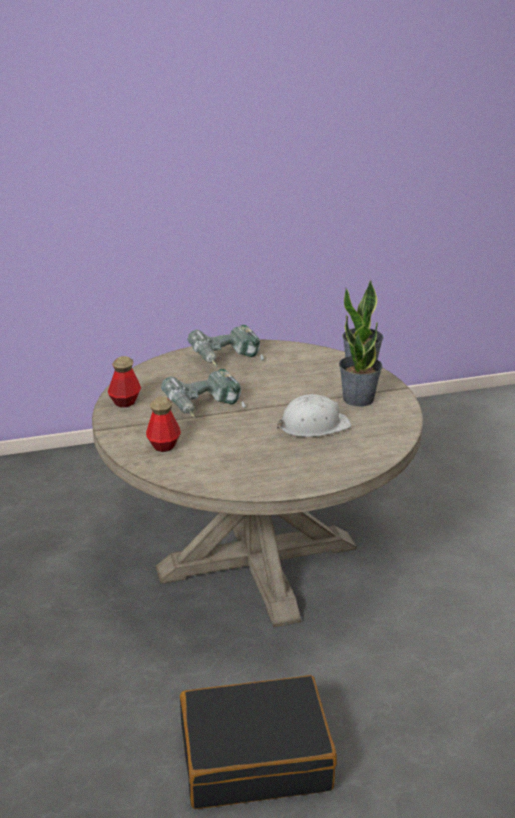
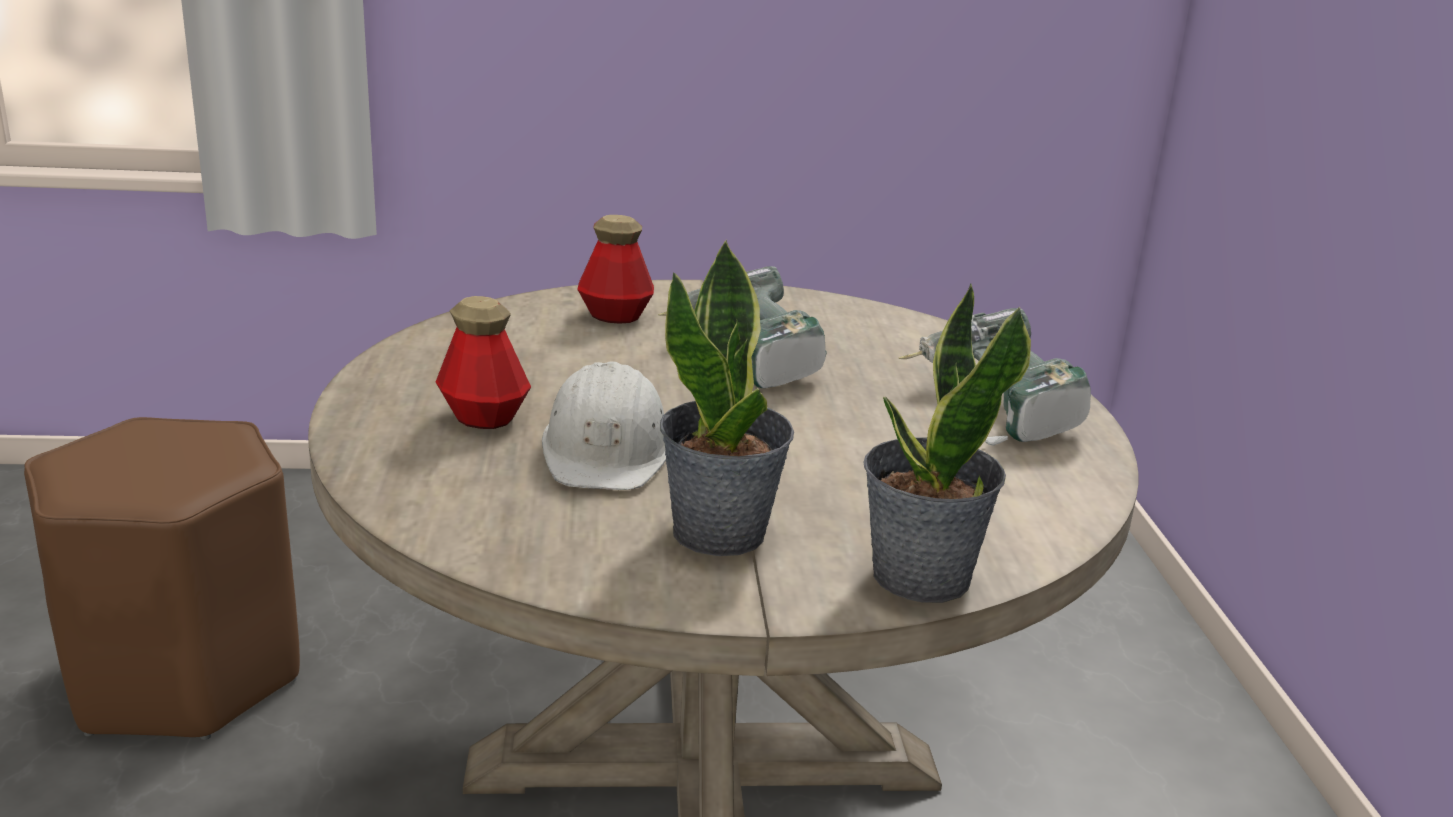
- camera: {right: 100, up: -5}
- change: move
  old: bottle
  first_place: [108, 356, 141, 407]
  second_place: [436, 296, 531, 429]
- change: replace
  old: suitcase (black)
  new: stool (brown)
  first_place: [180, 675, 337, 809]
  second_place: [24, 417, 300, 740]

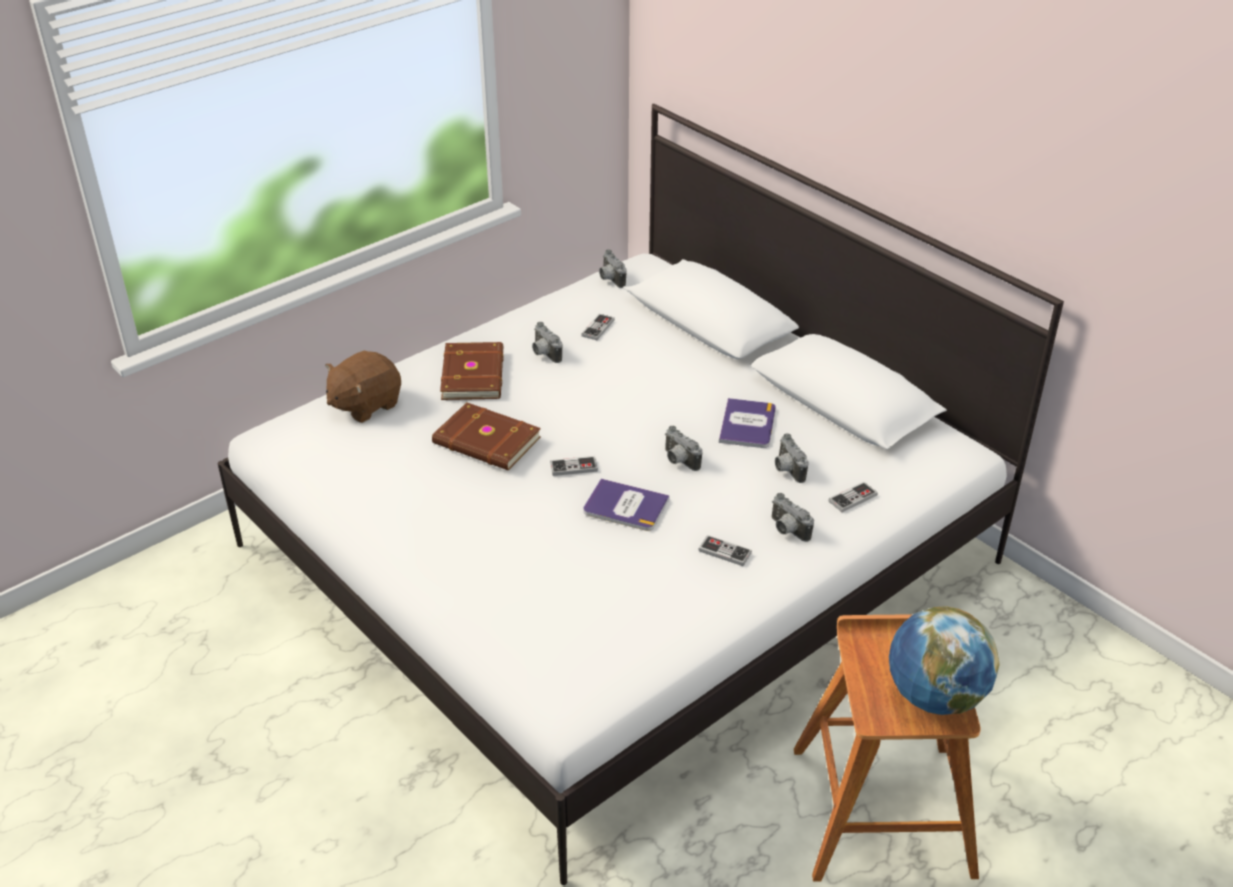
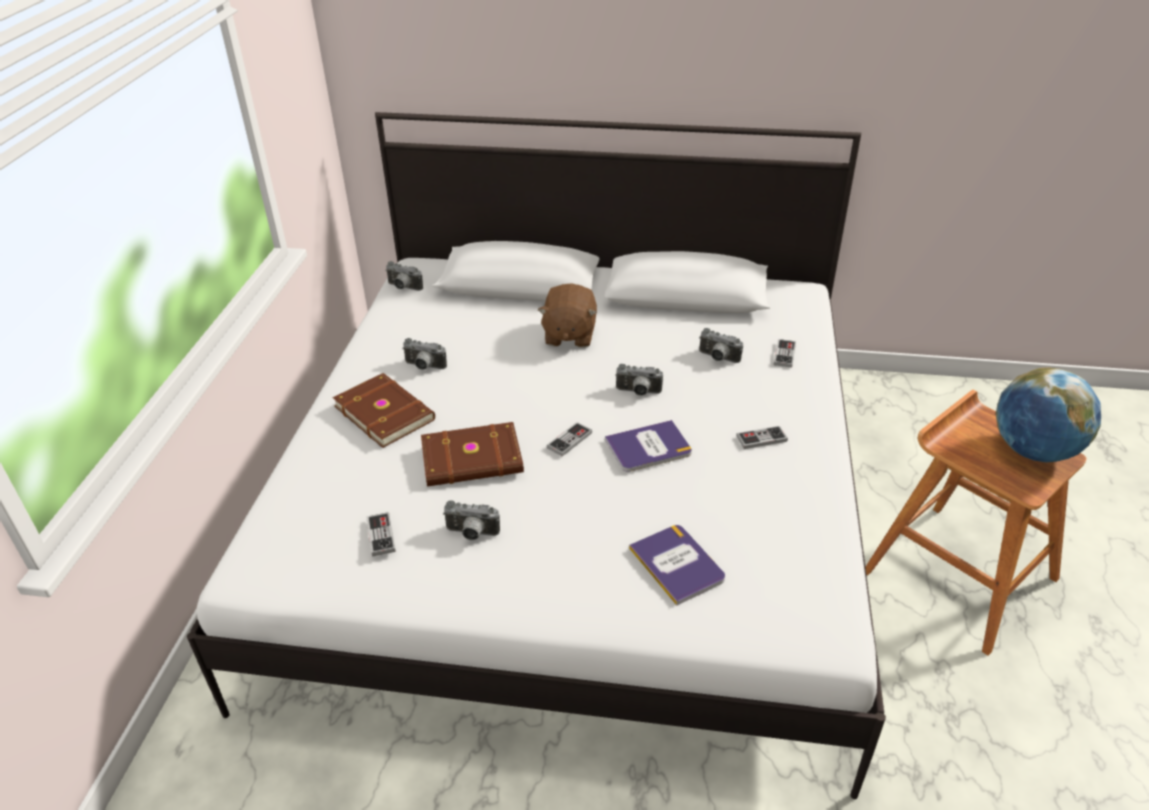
- camera: {right: -40, up: 0}
- change: move
  old: plush toy (brown)
  first_place: [325, 351, 401, 423]
  second_place: [538, 283, 597, 347]
- change: move
  old: game controller
  first_place: [581, 314, 614, 340]
  second_place: [366, 512, 395, 557]
- change: move
  old: book
  first_place: [719, 398, 776, 448]
  second_place: [629, 525, 725, 605]
- change: move
  old: photo camera
  first_place: [772, 493, 814, 542]
  second_place: [443, 500, 500, 540]

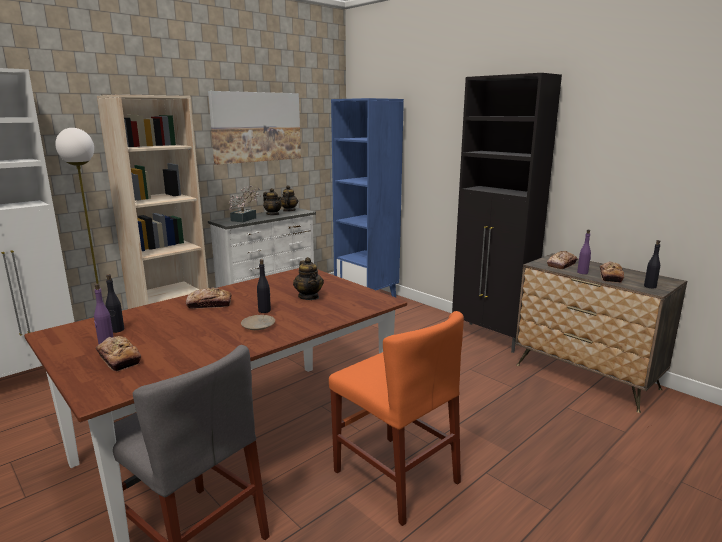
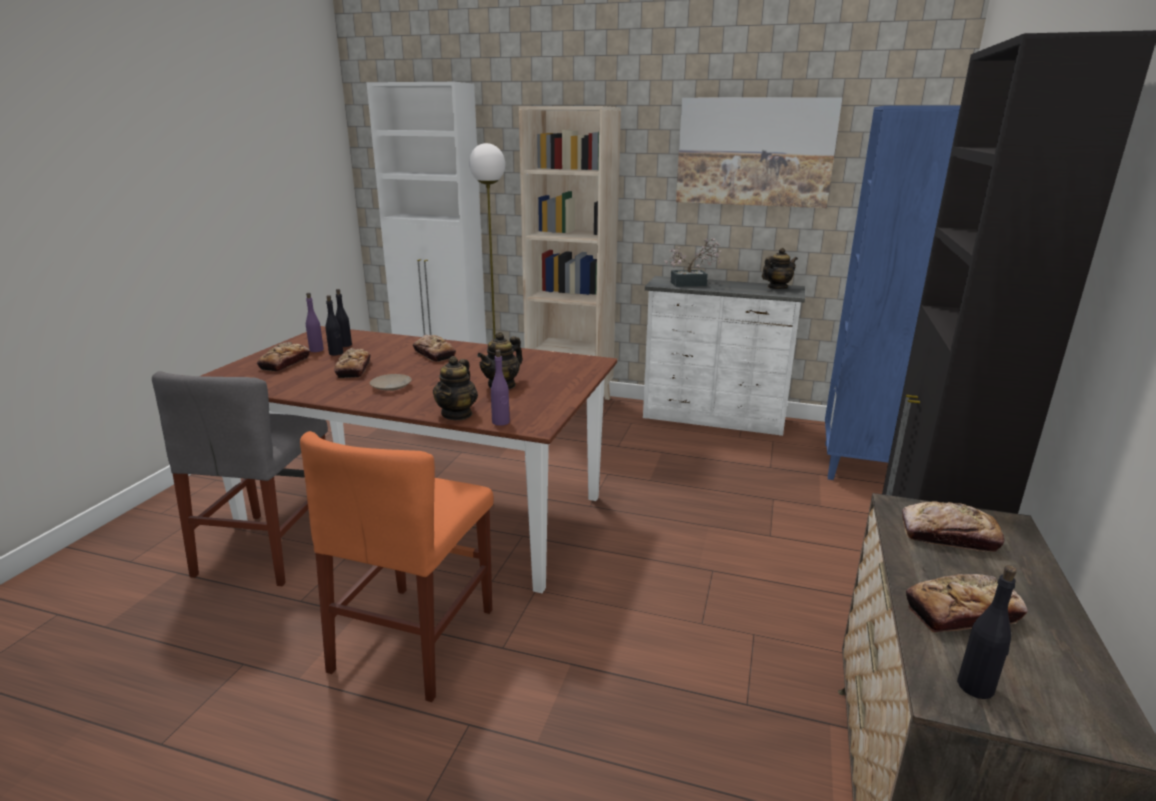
- camera: {right: 60, up: 5}
- change: insert
  new: bread
  second_place: [334, 347, 371, 379]
- change: move
  old: bottle (black)
  first_place: [257, 259, 271, 313]
  second_place: [325, 295, 343, 355]
- change: move
  old: teapot
  first_place: [263, 188, 282, 215]
  second_place: [433, 356, 478, 420]
- change: move
  old: bottle (purple)
  first_place: [577, 230, 591, 274]
  second_place: [491, 350, 510, 426]

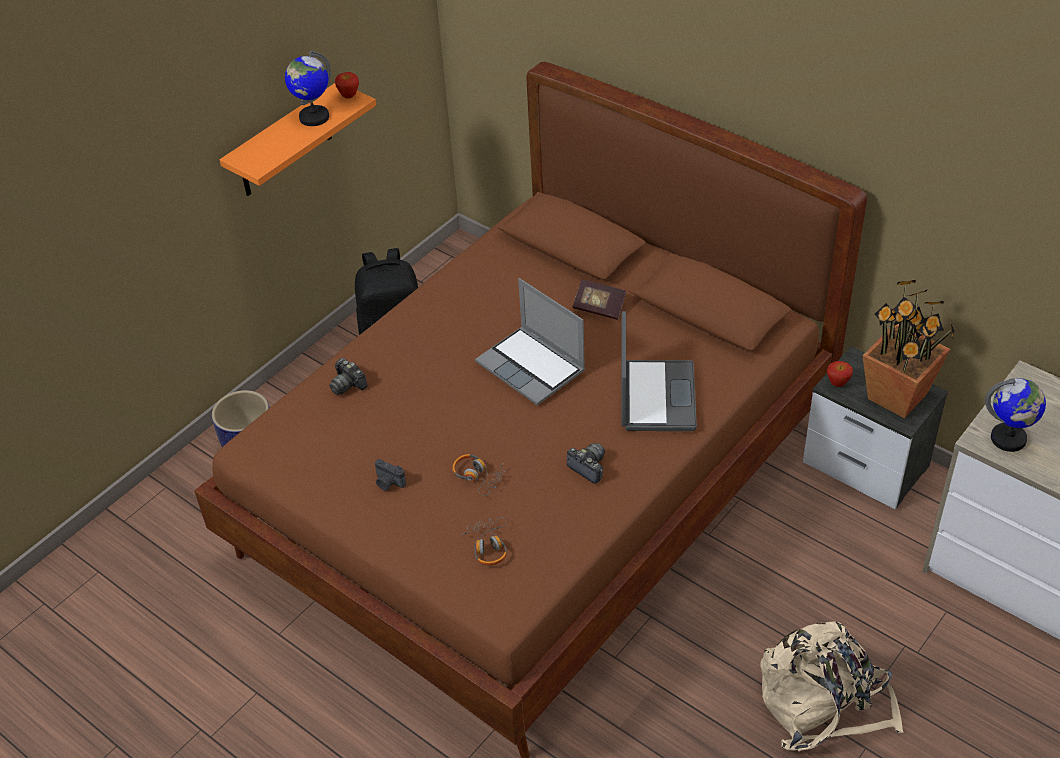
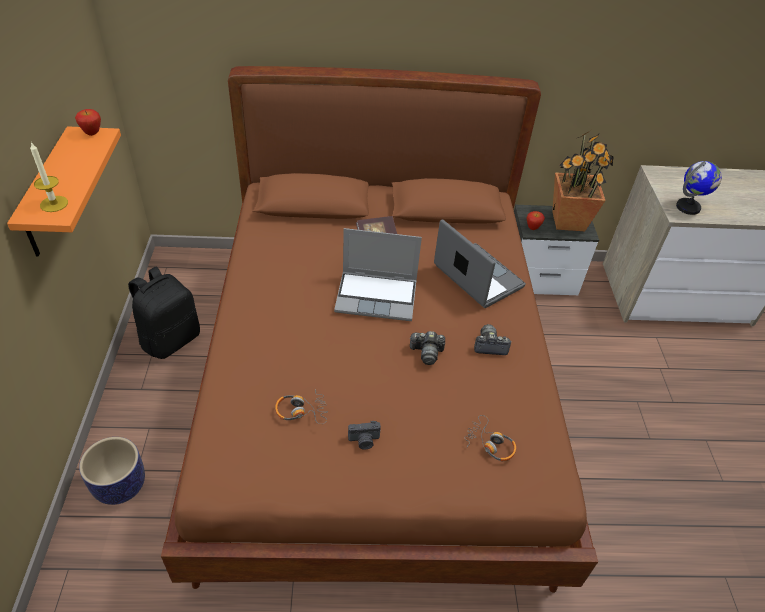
- camera: {right: -45, up: 0}
- change: delete
  old: globe
  first_place: [285, 51, 331, 126]
- change: delete
  old: backpack (beige)
  first_place: [760, 621, 904, 751]
- change: insert
  new: candle
  second_place: [30, 142, 68, 212]
- change: move
  old: photo camera
  first_place: [329, 358, 368, 395]
  second_place: [409, 331, 445, 365]
- change: move
  old: headphones
  first_place: [452, 454, 505, 496]
  second_place: [275, 389, 328, 424]

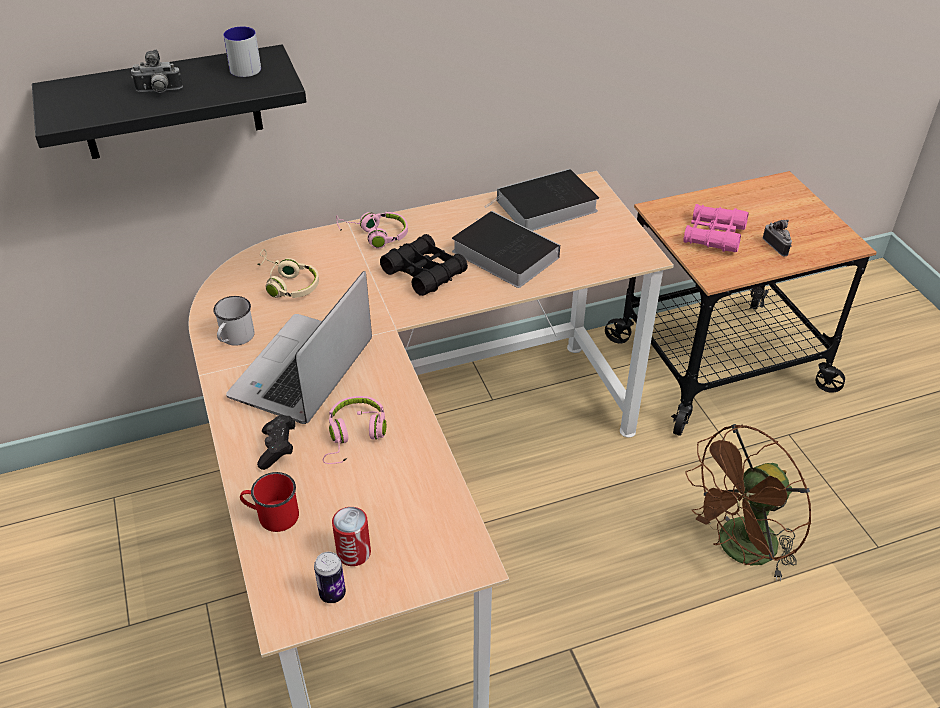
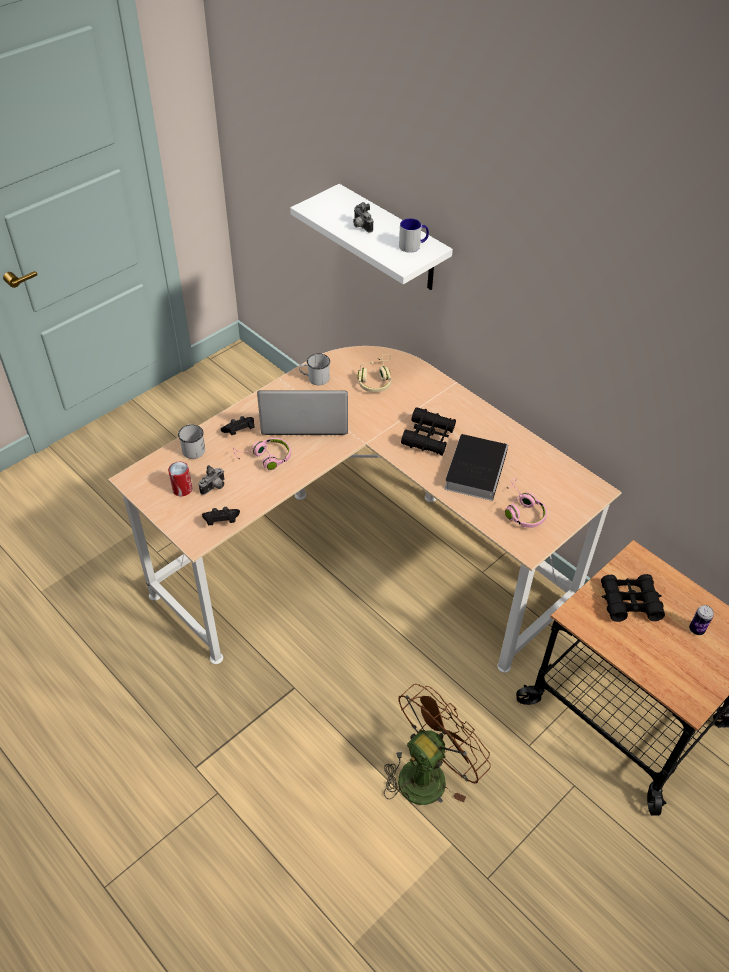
- camera: {right: 65, up: 5}
- change: delete
  old: book
  first_place: [485, 169, 599, 231]
- change: insert
  new: game controller (black)
  second_place: [202, 507, 240, 525]
- change: move
  old: can
  first_place: [314, 552, 346, 603]
  second_place: [689, 605, 714, 635]
- change: move
  old: headphones (pink)
  first_place: [336, 212, 408, 248]
  second_place: [505, 478, 547, 528]
- change: move
  old: photo camera
  first_place: [763, 220, 792, 256]
  second_place: [199, 465, 224, 495]
- change: recolor
  old: shelf (black)
  new: shelf (white)
  first_place: [32, 45, 306, 159]
  second_place: [290, 184, 453, 290]
- change: recolor
  old: mug (red)
  new: mug (white)
  first_place: [240, 472, 299, 532]
  second_place: [178, 425, 205, 459]
- change: recolor
  old: binoculars (pink)
  new: binoculars (black)
  first_place: [683, 204, 749, 252]
  second_place: [601, 574, 665, 622]
- change: rotate
  old: fan (brown)
  first_place: [685, 424, 811, 581]
  second_place: [384, 684, 491, 805]
  degrees: 105

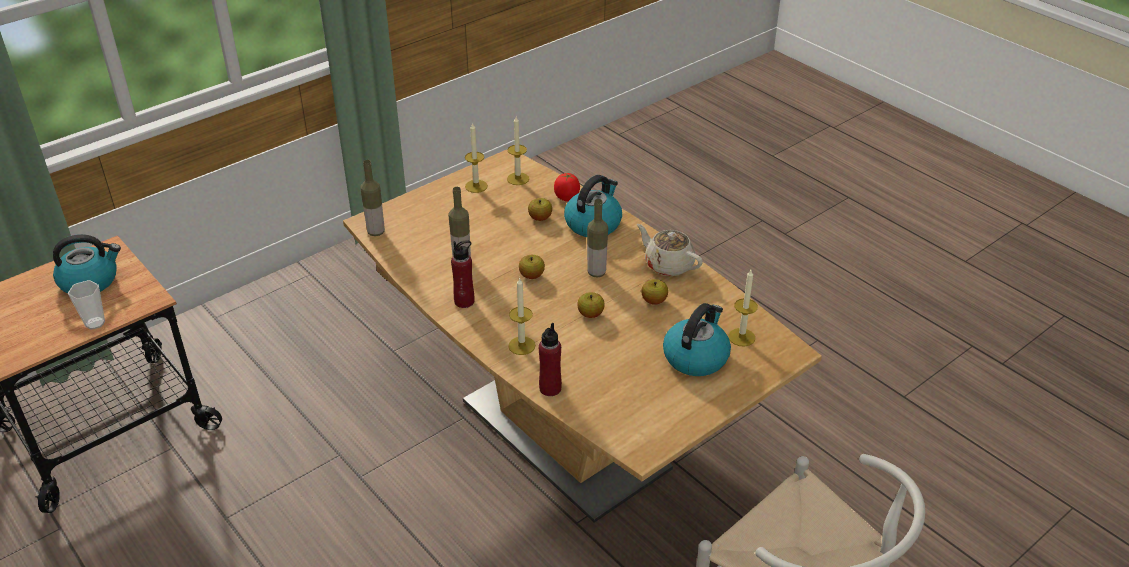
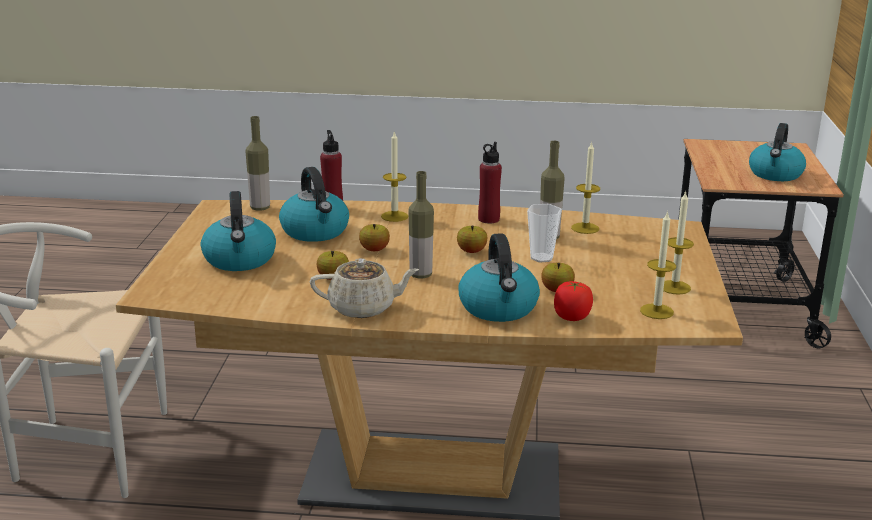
- camera: {right: 135, up: -15}
- change: insert
  new: kettle
  second_place: [279, 167, 349, 242]
- change: move
  old: cup
  first_place: [68, 280, 105, 330]
  second_place: [527, 204, 562, 263]
- change: move
  old: bottle
  first_place: [360, 160, 385, 236]
  second_place: [245, 116, 270, 211]
- change: move
  old: candle
  first_place: [729, 270, 758, 347]
  second_place: [571, 141, 600, 234]

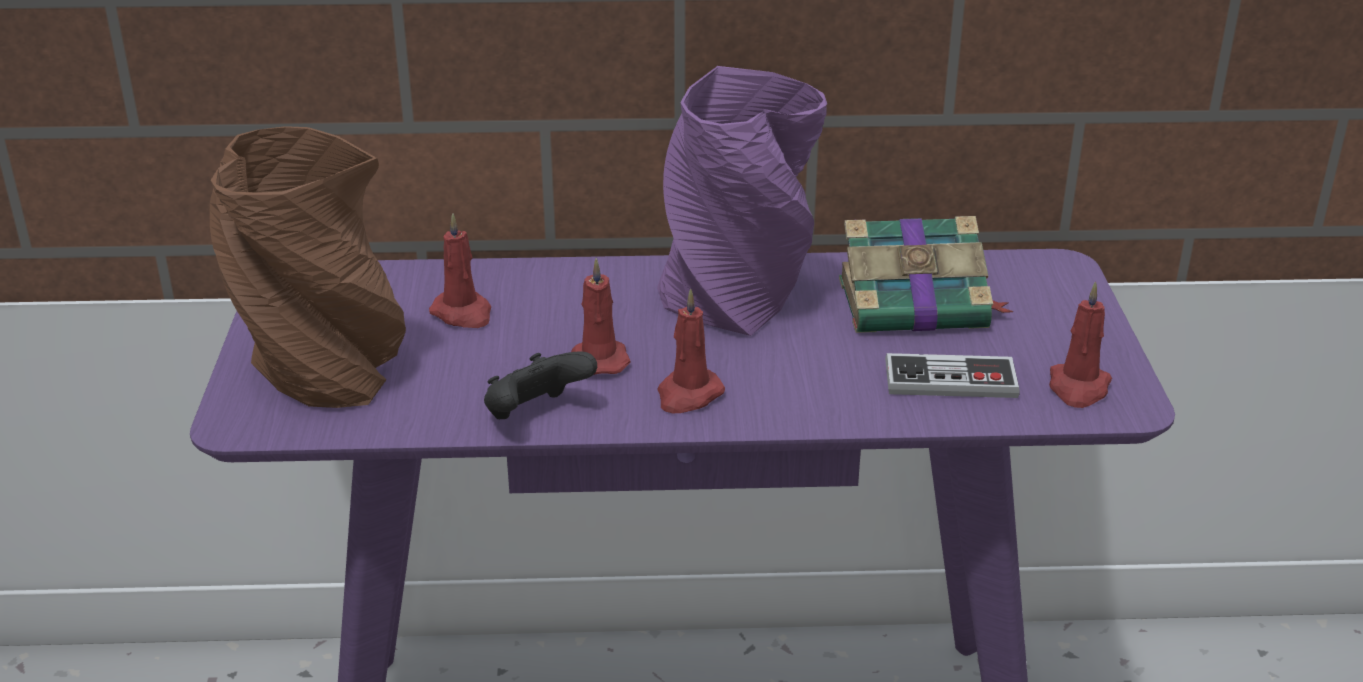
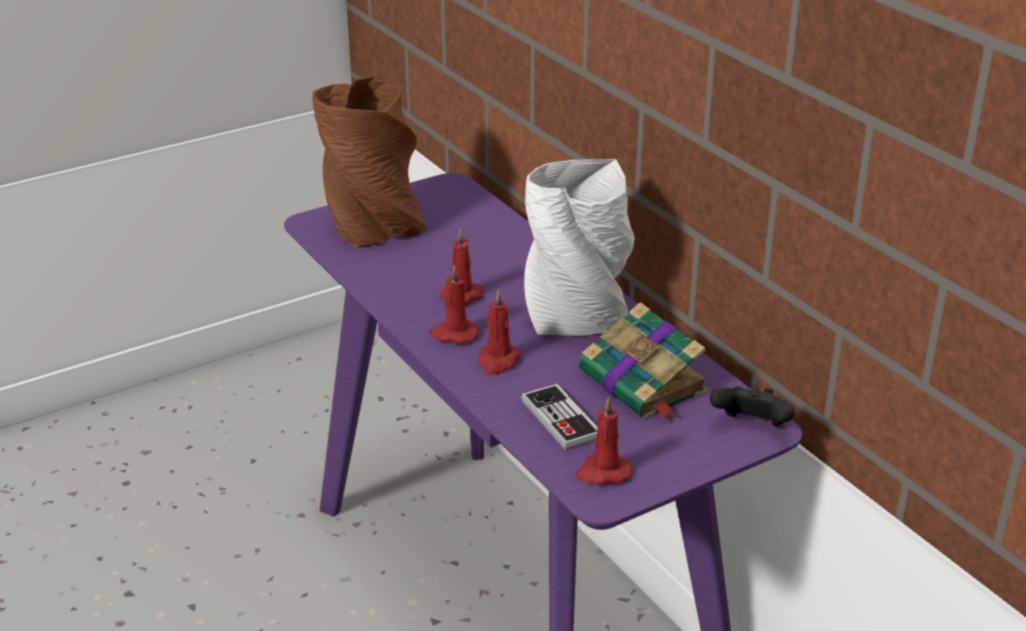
- camera: {right: 60, up: 0}
- change: move
  old: candle (red)
  first_place: [429, 213, 491, 328]
  second_place: [478, 289, 522, 375]
- change: move
  old: game controller (black)
  first_place: [484, 352, 597, 419]
  second_place: [710, 386, 795, 426]
- change: recolor
  old: vase (purple)
  new: vase (grey)
  first_place: [657, 66, 827, 336]
  second_place: [524, 159, 635, 336]

